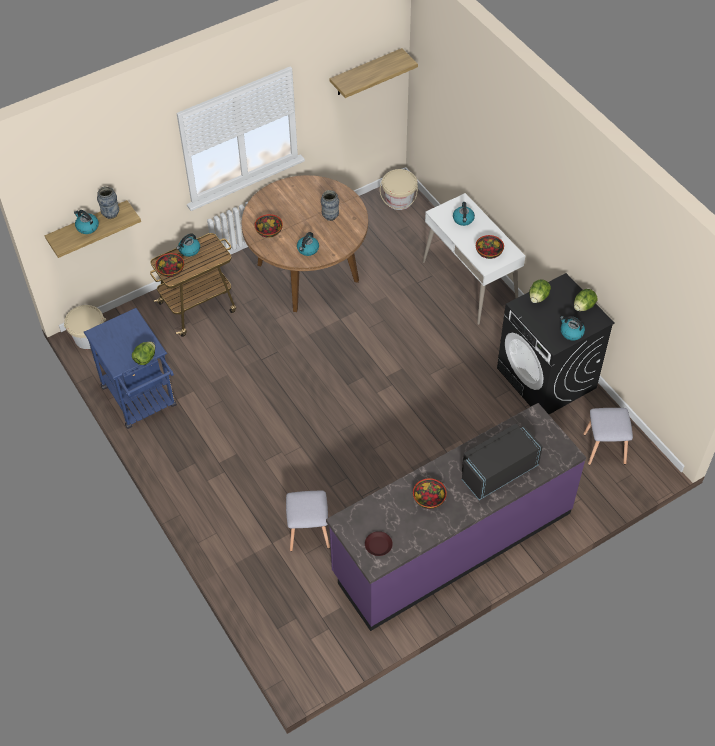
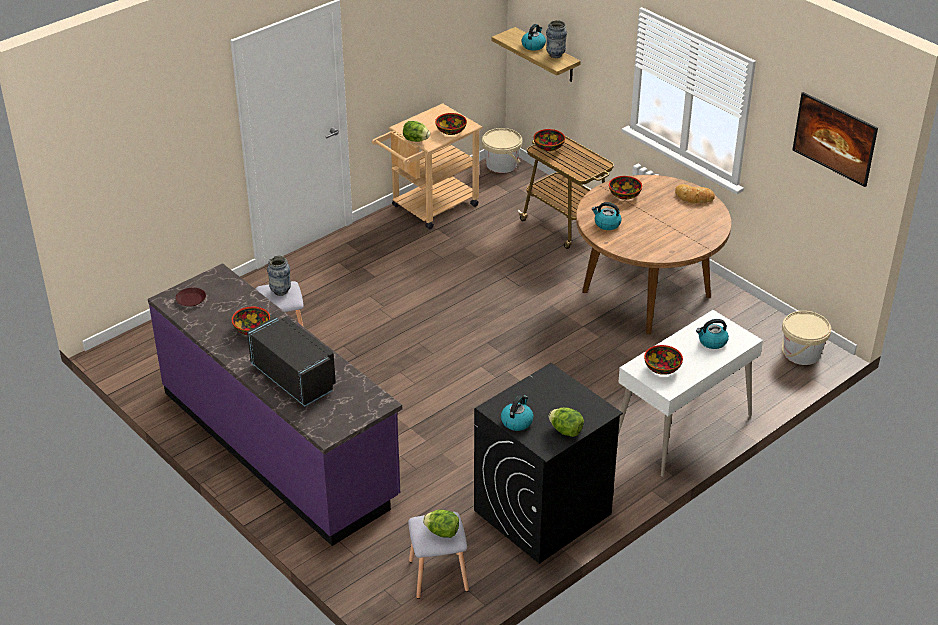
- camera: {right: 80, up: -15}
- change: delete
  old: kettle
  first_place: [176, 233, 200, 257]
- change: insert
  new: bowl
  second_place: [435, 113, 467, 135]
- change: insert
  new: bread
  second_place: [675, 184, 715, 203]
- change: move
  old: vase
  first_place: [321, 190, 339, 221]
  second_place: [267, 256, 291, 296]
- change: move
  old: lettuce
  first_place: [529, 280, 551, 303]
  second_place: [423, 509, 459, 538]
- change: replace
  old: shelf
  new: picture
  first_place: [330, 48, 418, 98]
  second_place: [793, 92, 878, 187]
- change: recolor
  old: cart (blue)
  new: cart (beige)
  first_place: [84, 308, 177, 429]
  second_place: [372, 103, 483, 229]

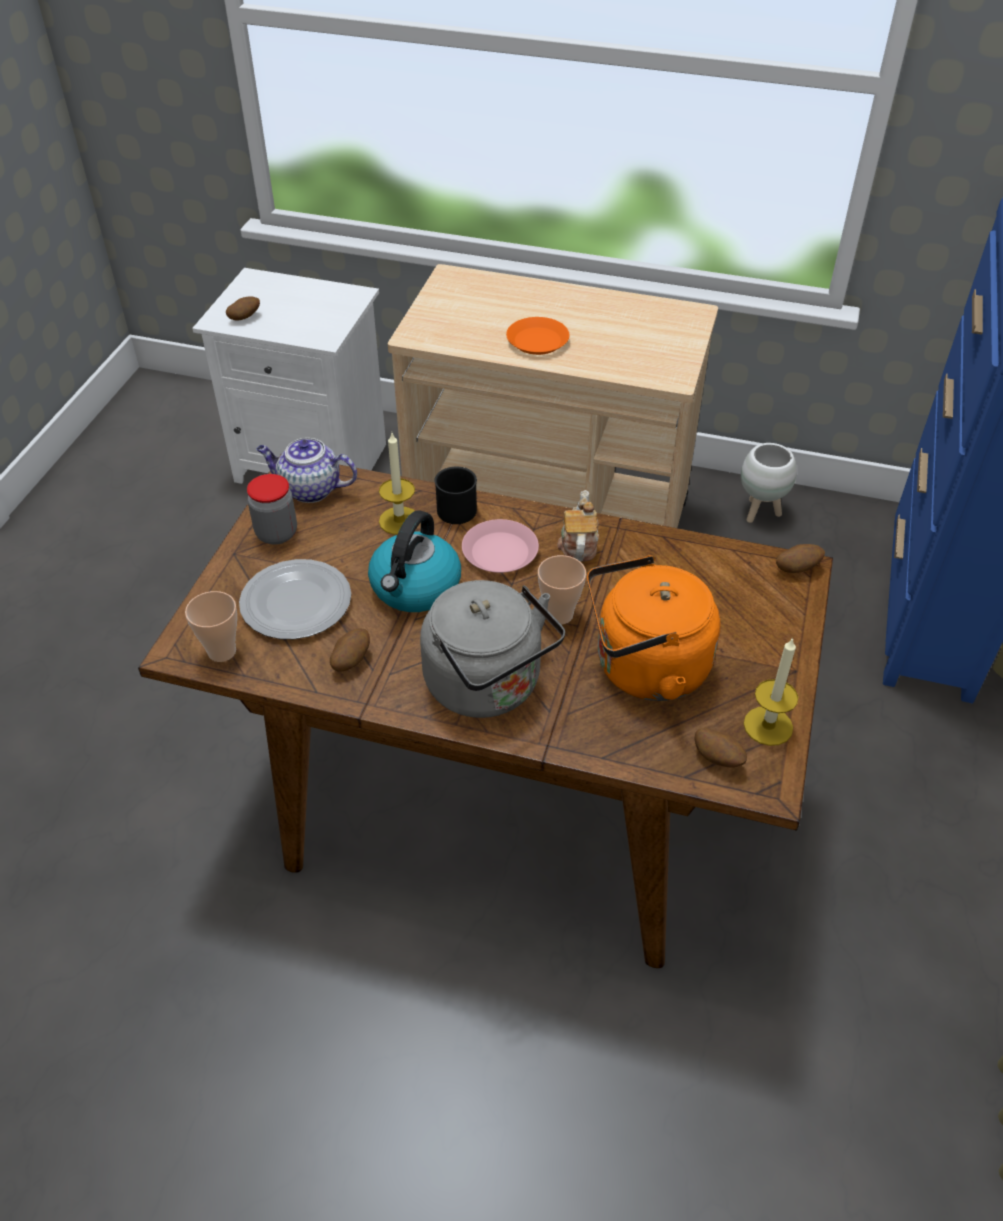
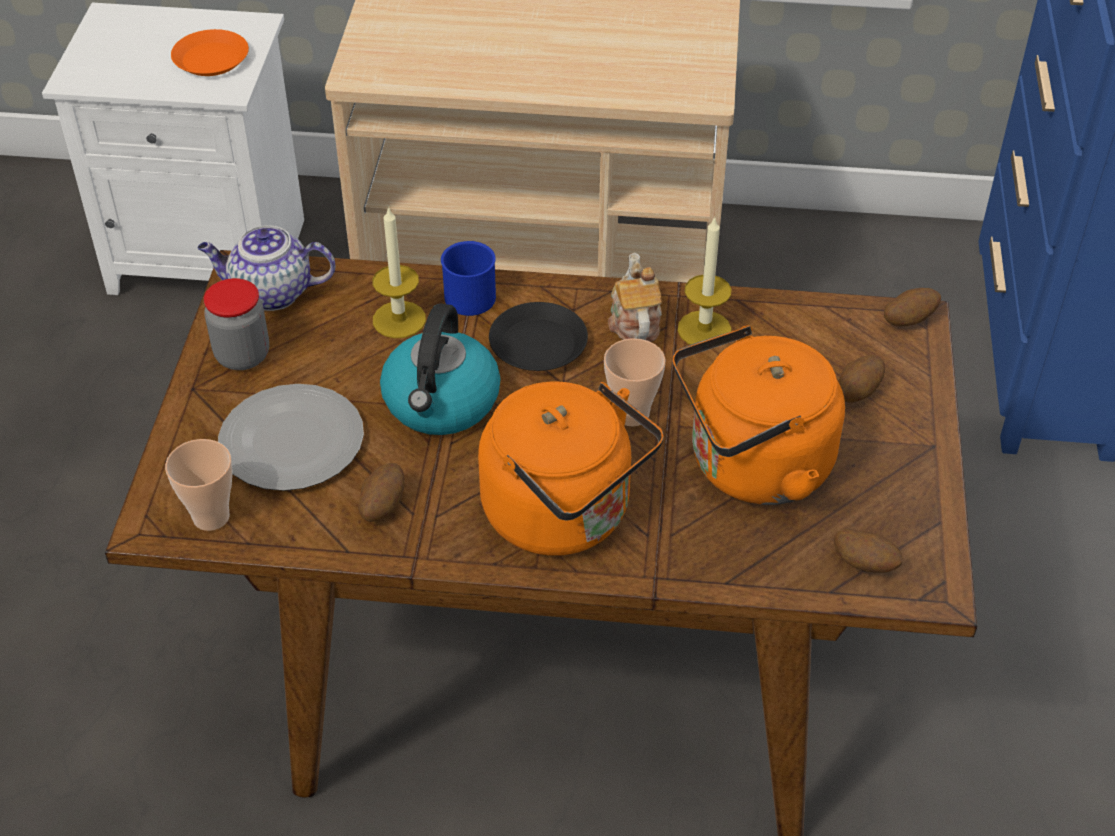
- camera: {right: -10, up: 0}
- change: delete
  old: planter (white)
  first_place: [741, 443, 797, 523]
- change: move
  old: potato
  first_place: [226, 296, 260, 321]
  second_place: [838, 355, 885, 403]
- change: move
  old: plate (orange)
  first_place: [506, 317, 569, 355]
  second_place: [171, 29, 249, 76]
- change: move
  old: candle
  first_place: [744, 637, 798, 746]
  second_place: [678, 216, 732, 345]
- change: recolor
  old: kettle (grey)
  new: kettle (orange)
  first_place: [420, 580, 565, 718]
  second_place: [478, 382, 664, 556]
- change: recolor
  old: mug (black)
  new: mug (blue)
  first_place: [435, 467, 477, 524]
  second_place: [441, 241, 496, 316]
- change: recolor
  old: plate (pink)
  new: plate (black)
  first_place: [462, 519, 539, 573]
  second_place: [489, 302, 588, 371]

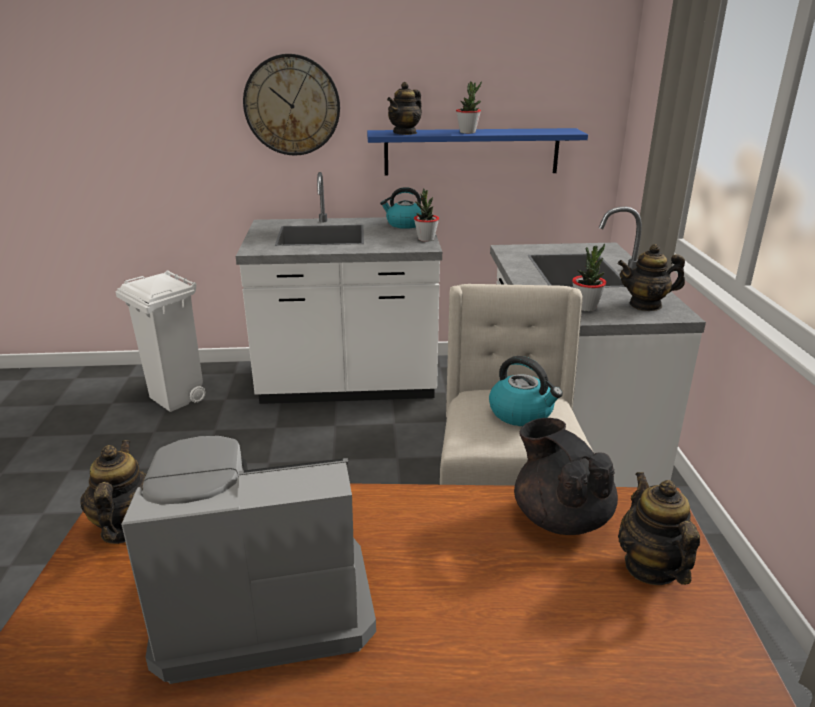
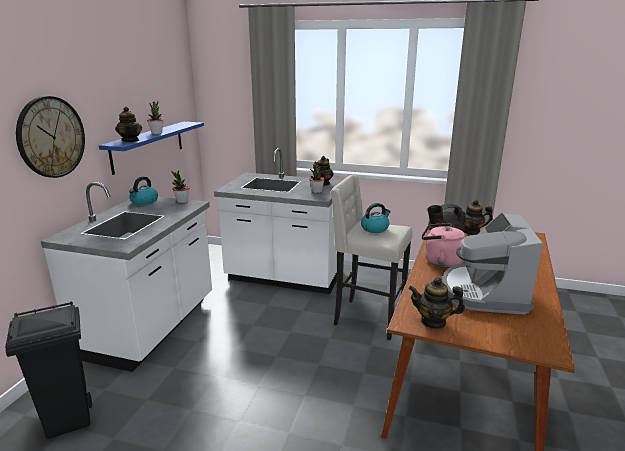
- camera: {right: -70, up: -5}
- change: insert
  new: kettle (pink)
  second_place: [422, 223, 465, 268]
- change: recolor
  old: trash can (white)
  new: trash can (black)
  first_place: [115, 270, 206, 412]
  second_place: [5, 301, 92, 439]

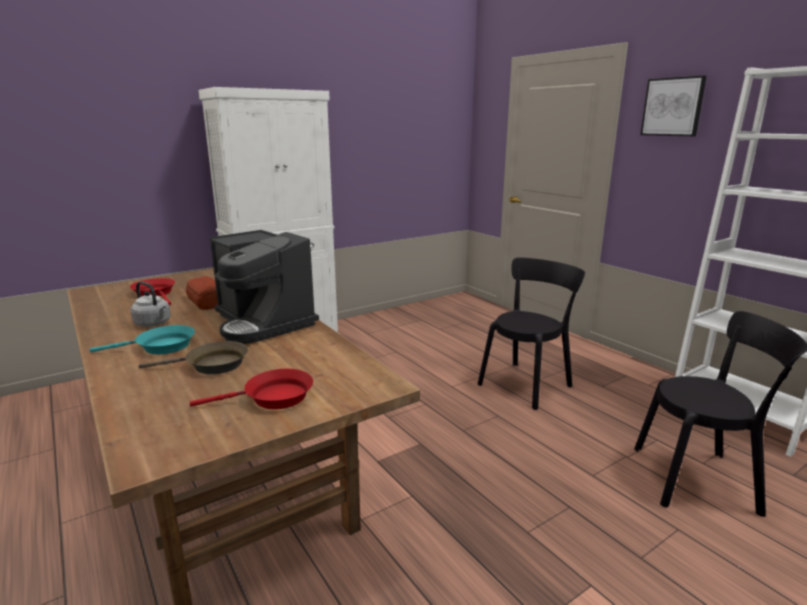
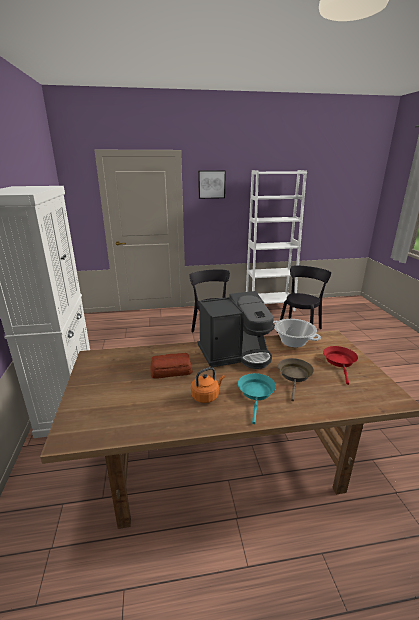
- camera: {right: -65, up: 5}
- change: delete
  old: frying pan (red)
  first_place: [130, 278, 175, 305]
- change: insert
  new: cooking pot
  second_place: [273, 319, 321, 348]
- change: recolor
  old: kettle (grey)
  new: kettle (orange)
  first_place: [130, 281, 171, 327]
  second_place: [191, 367, 225, 403]

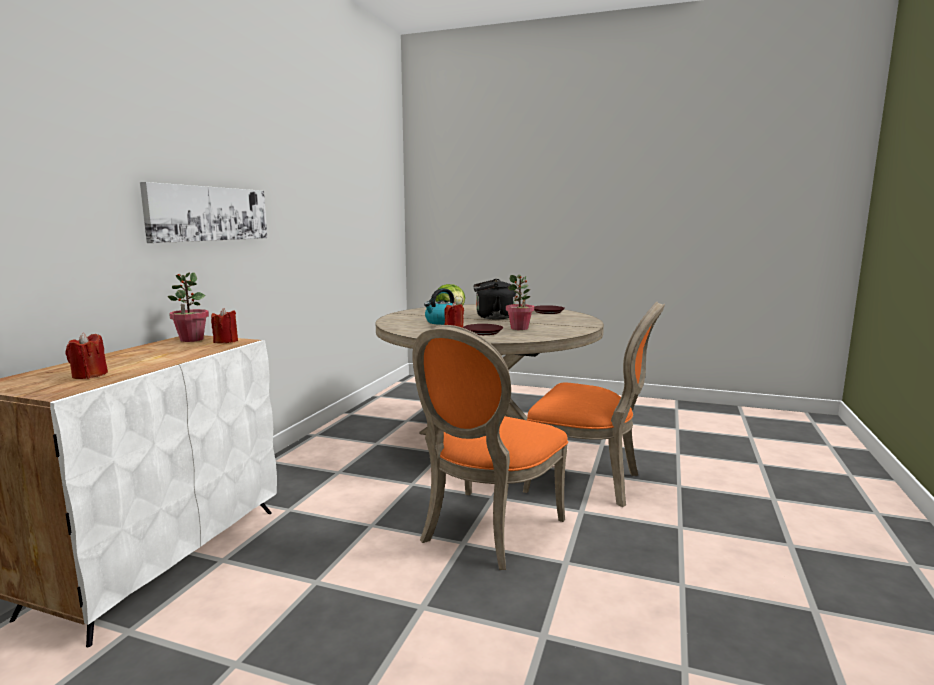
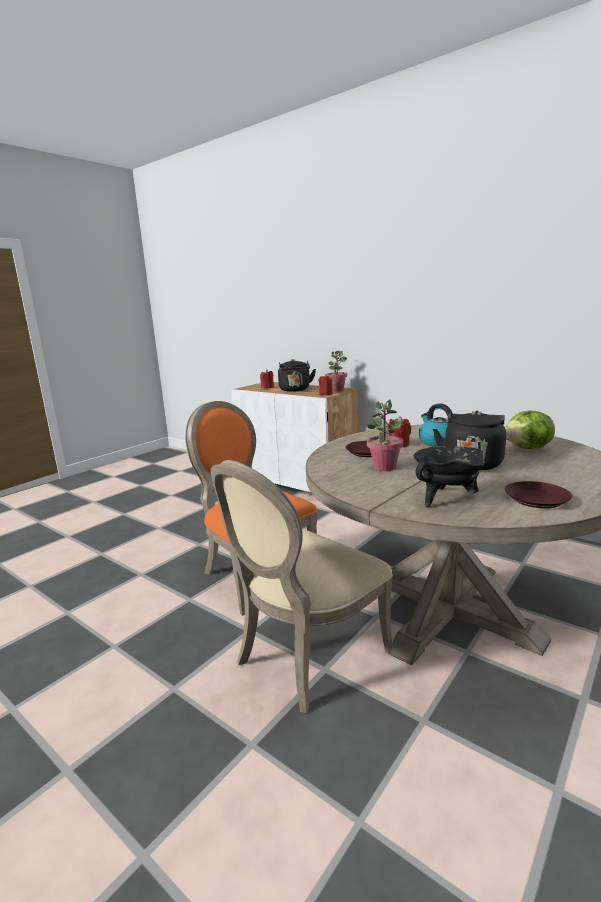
- camera: {right: 110, up: 5}
- change: delete
  old: picture
  first_place: [140, 182, 267, 243]
- change: insert
  new: kettle (black)
  second_place: [278, 359, 316, 392]
- change: insert
  new: cooking pot (black)
  second_place: [414, 446, 485, 507]
- change: recolor
  old: chair (orange)
  new: chair (beige)
  first_place: [523, 302, 665, 507]
  second_place: [211, 460, 393, 713]

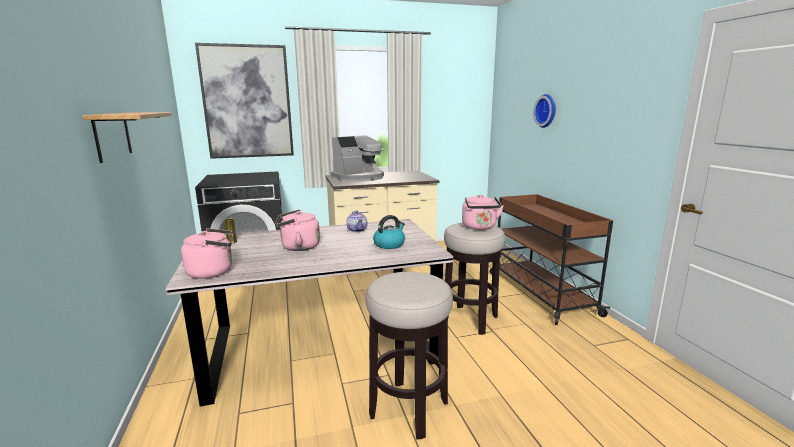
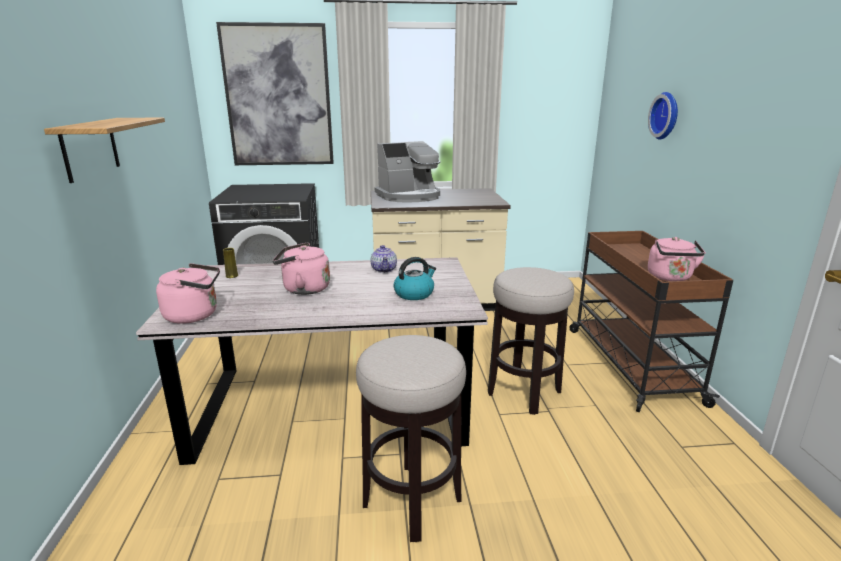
- camera: {right: 10, up: 5}
- change: move
  old: kettle (pink)
  first_place: [462, 195, 504, 230]
  second_place: [648, 237, 706, 281]

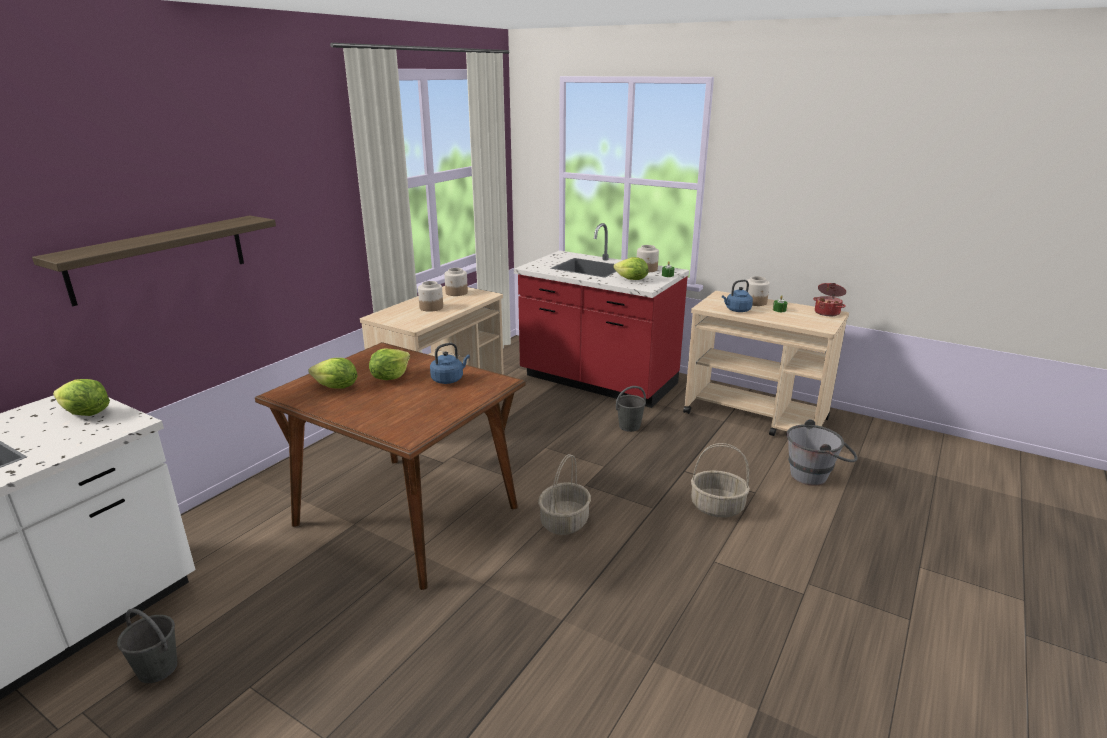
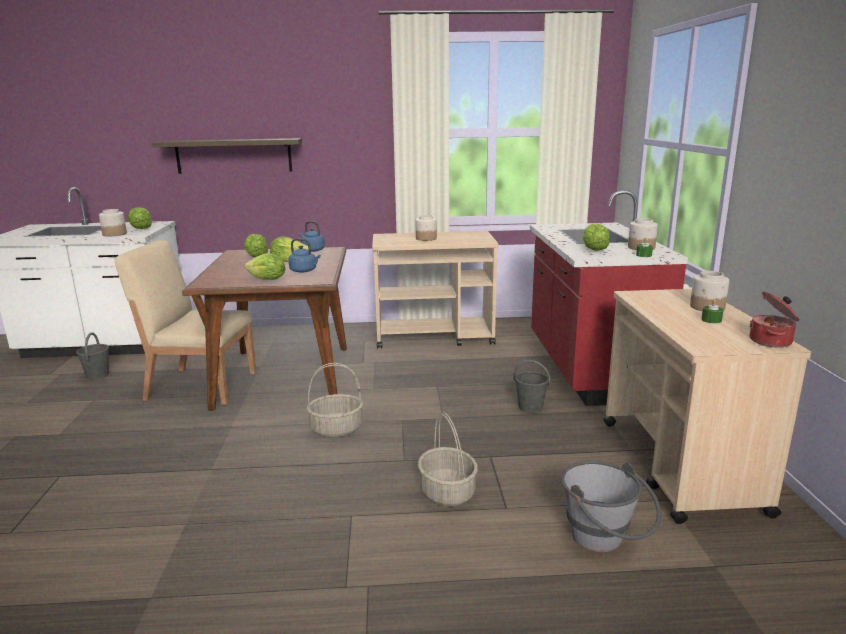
- camera: {right: 55, up: -5}
- change: insert
  new: chair (beige)
  second_place: [115, 240, 256, 405]
- change: insert
  new: lettuce
  second_place: [244, 253, 285, 280]
- change: move
  old: jar
  first_place: [444, 268, 468, 296]
  second_place: [99, 209, 127, 236]
- change: move
  old: kettle (blue)
  first_place: [722, 280, 753, 312]
  second_place: [299, 221, 325, 252]

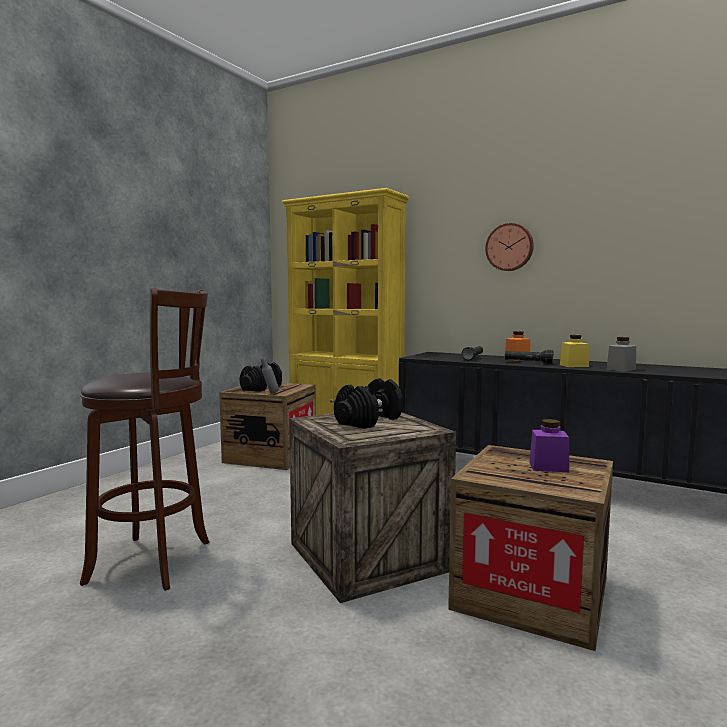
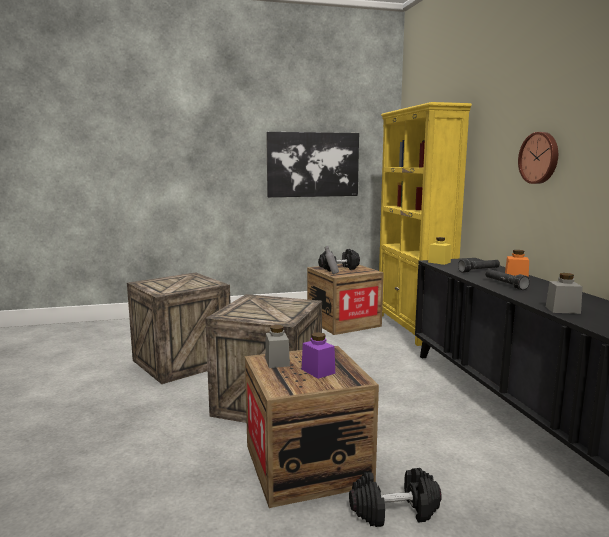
- camera: {right: 45, up: 5}
- change: insert
  new: jar (grey)
  second_place: [265, 325, 290, 368]
- change: insert
  new: picture
  second_place: [266, 132, 359, 197]
- change: move
  old: dumbbell (black)
  first_place: [334, 378, 403, 429]
  second_place: [349, 468, 442, 527]
- change: move
  old: jar (yellow)
  first_place: [560, 335, 589, 367]
  second_place: [428, 237, 451, 265]
- change: replace
  old: stool (brown)
  new: crate
  first_place: [80, 288, 210, 591]
  second_place: [127, 272, 230, 384]

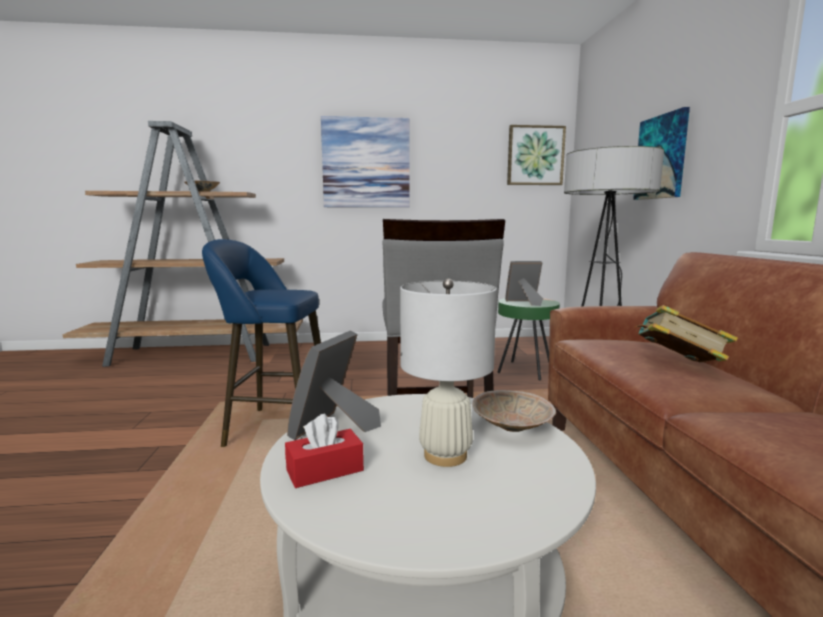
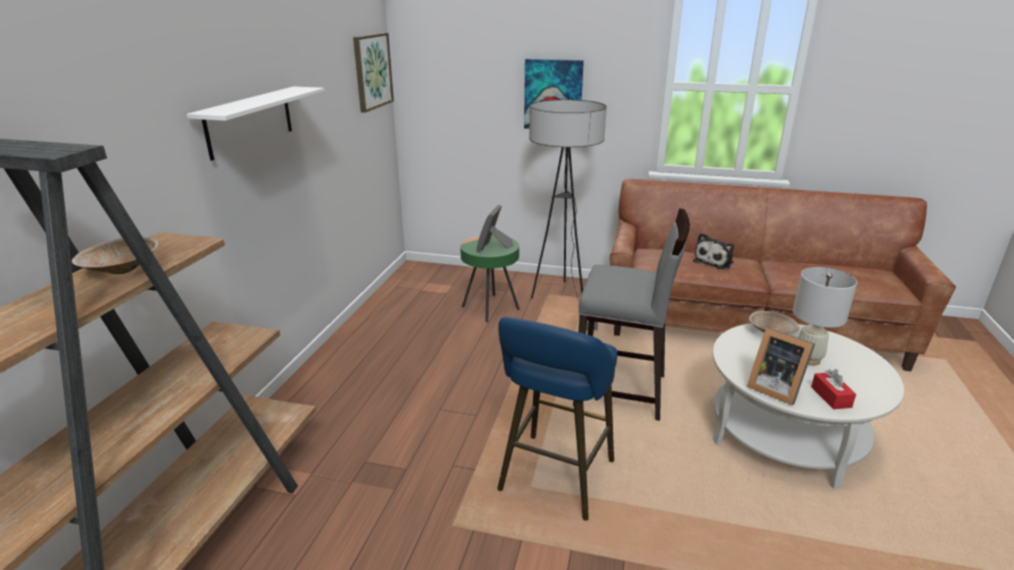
- camera: {right: -70, up: 15}
- change: replace
  old: picture
  new: shelf (white)
  first_place: [321, 116, 410, 208]
  second_place: [187, 87, 325, 161]
- change: replace
  old: book
  new: plush toy
  first_place: [634, 305, 738, 362]
  second_place: [693, 233, 734, 269]

